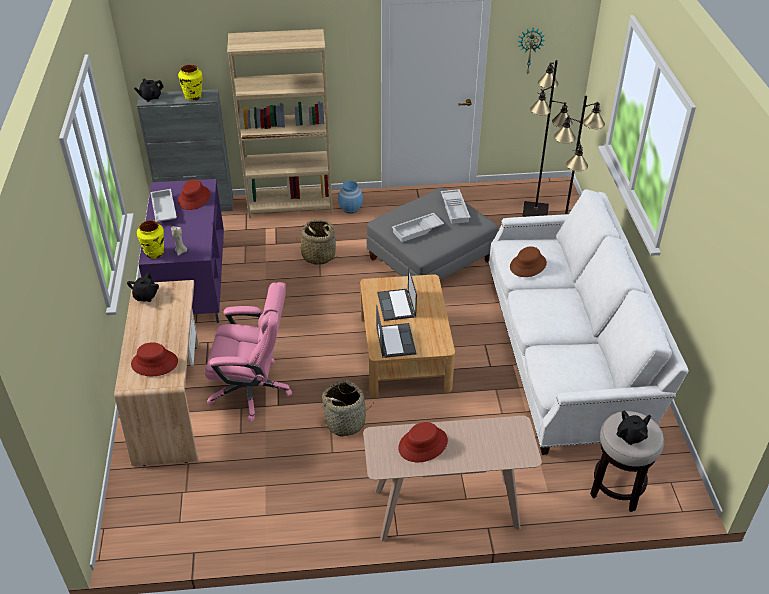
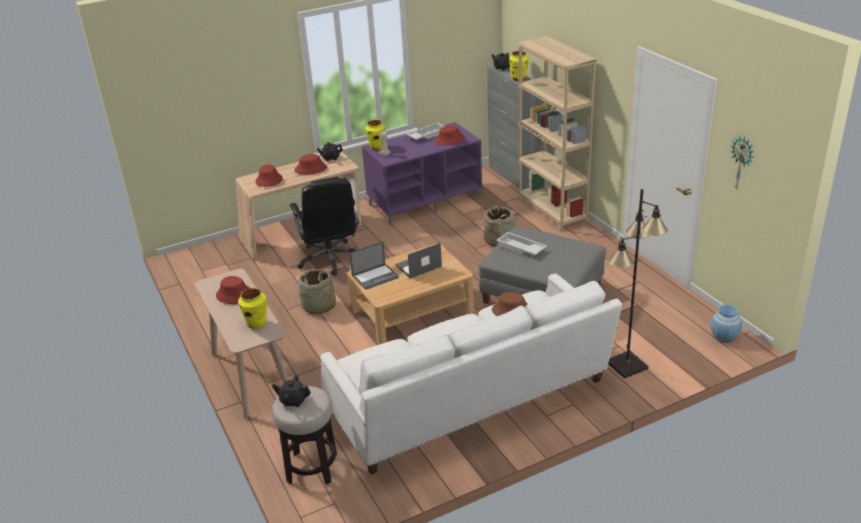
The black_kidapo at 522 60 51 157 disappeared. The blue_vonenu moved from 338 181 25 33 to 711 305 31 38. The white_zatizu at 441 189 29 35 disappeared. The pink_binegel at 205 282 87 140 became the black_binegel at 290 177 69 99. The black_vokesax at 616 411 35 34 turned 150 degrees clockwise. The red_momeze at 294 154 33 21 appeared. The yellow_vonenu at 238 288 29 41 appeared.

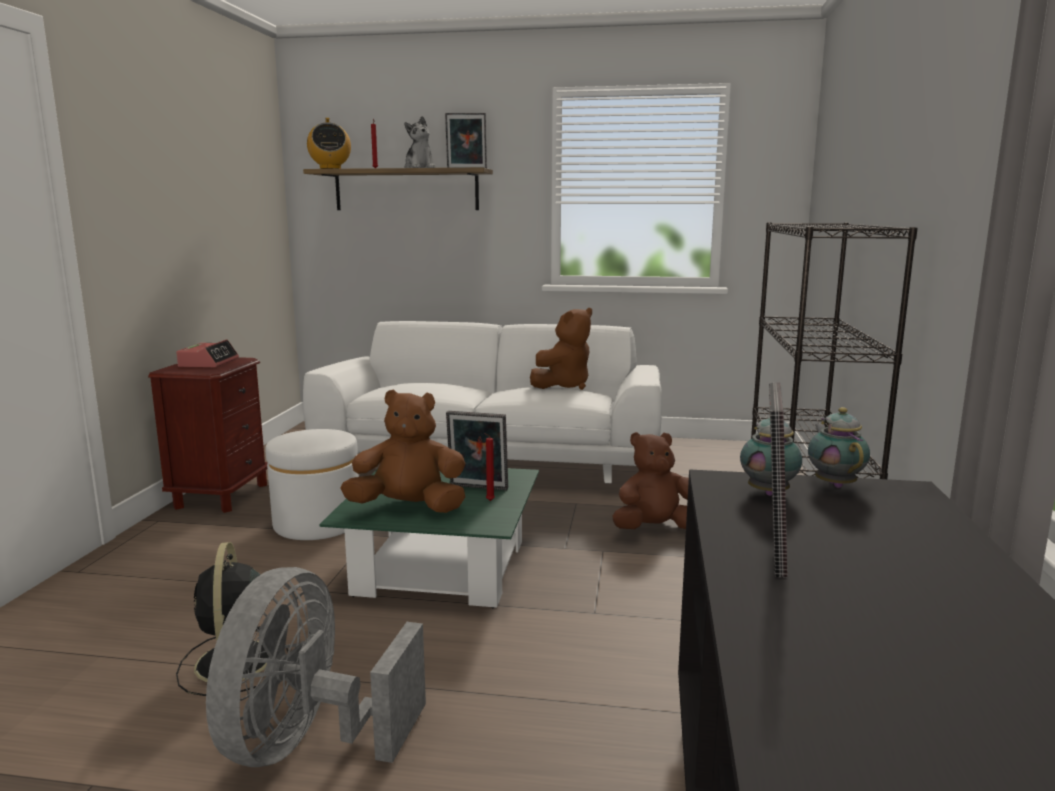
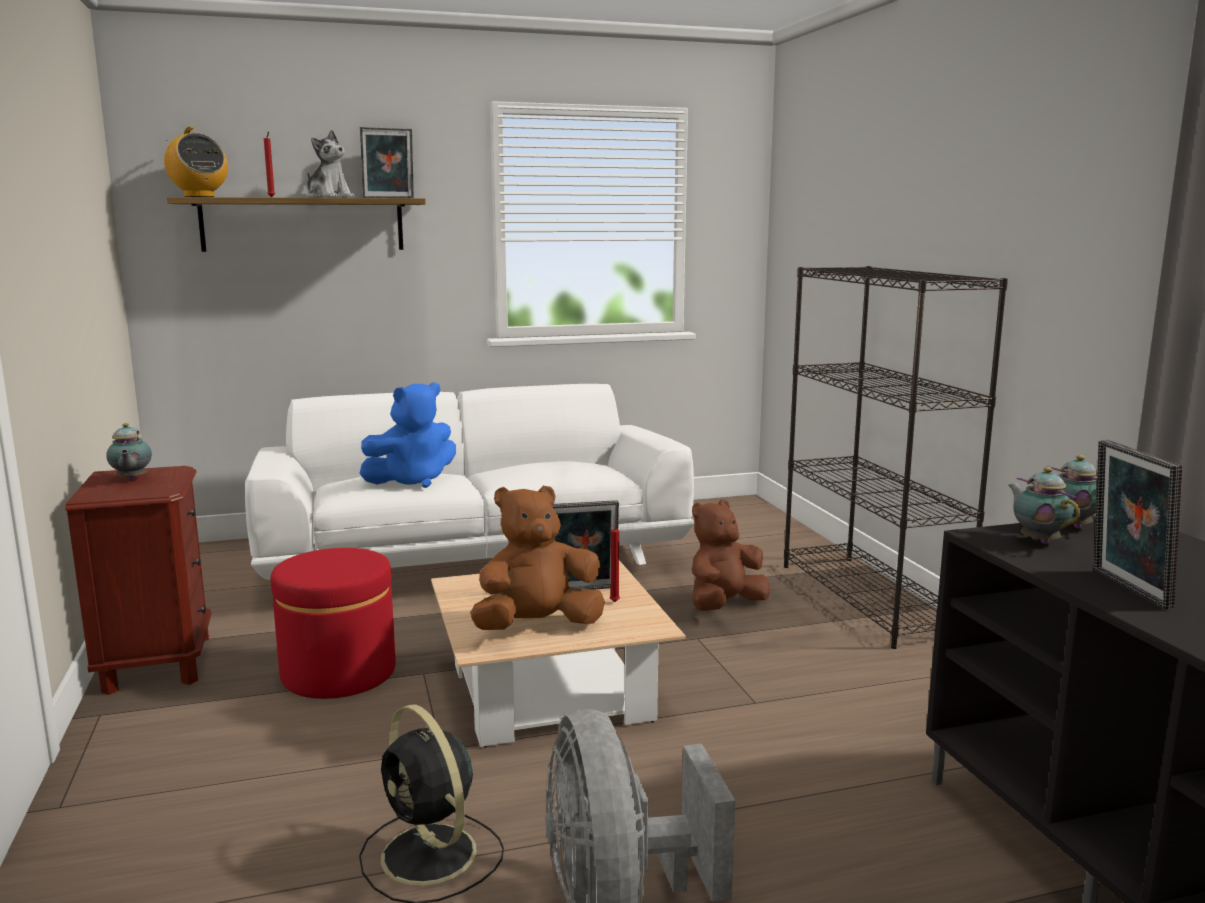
The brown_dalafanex at 530 308 62 82 disappeared. The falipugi at 176 339 63 28 was replaced by the vokesax at 106 423 46 57. The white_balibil at 265 429 94 111 became the red_balibil at 271 548 125 151. The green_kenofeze at 319 467 220 141 became the beige_kenofeze at 431 560 255 188. The blue_dalafanex at 359 382 97 106 appeared.

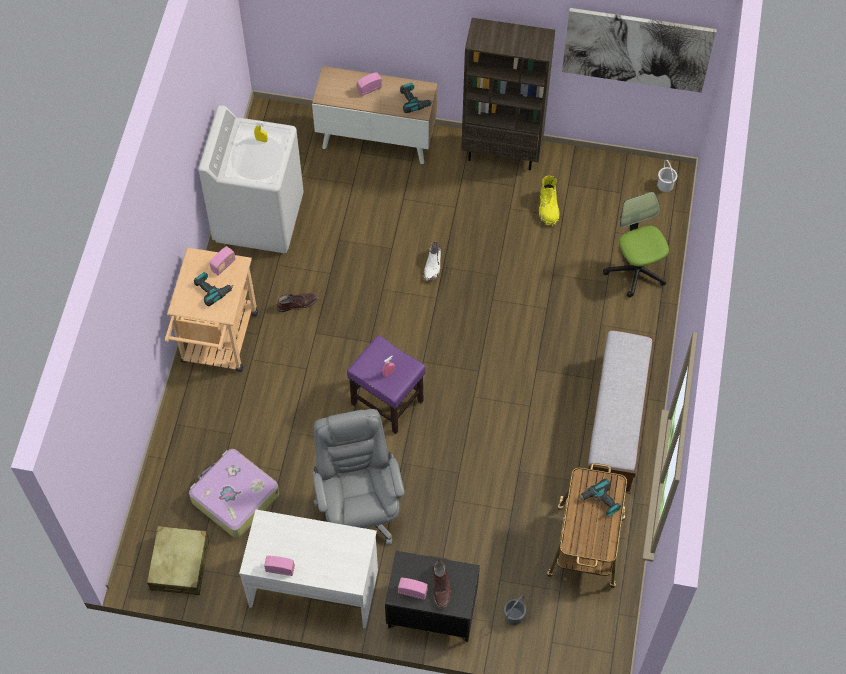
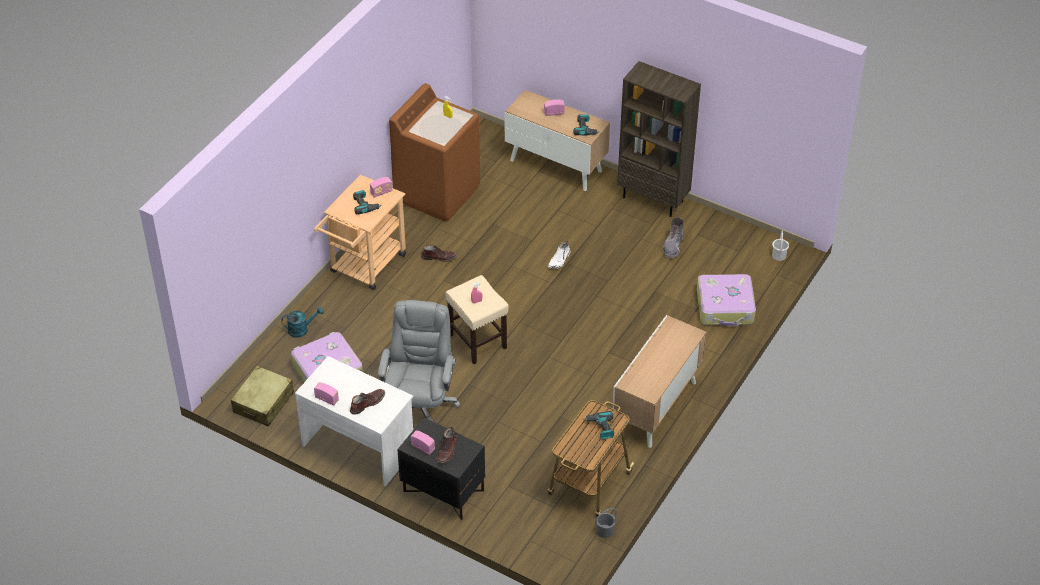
The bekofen at 562 8 155 85 disappeared. The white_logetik at 198 105 106 148 became the brown_logetik at 389 83 91 139. The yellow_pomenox at 539 176 21 50 became the grey_pomenox at 663 217 21 42. The binegel at 603 192 66 106 was replaced by the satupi at 697 274 59 52. The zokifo at 586 329 68 165 was replaced by the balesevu at 612 315 95 133. The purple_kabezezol at 347 335 79 99 became the beige_kabezezol at 445 275 63 89. The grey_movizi moved from 504 595 22 30 to 595 508 22 30. The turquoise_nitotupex at 282 307 42 31 appeared. The brown_pomenox at 350 389 35 26 appeared.

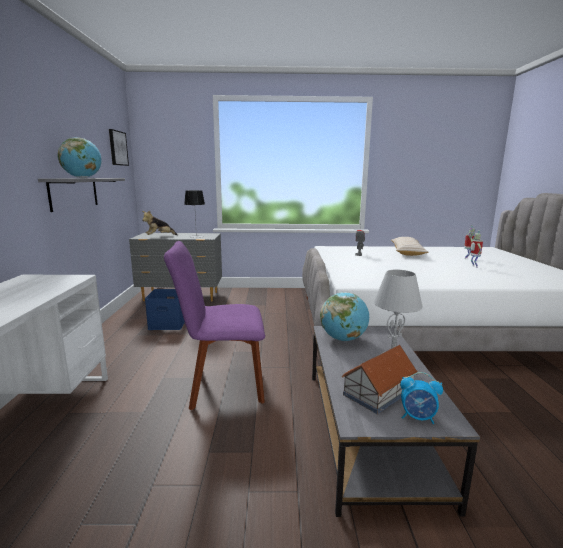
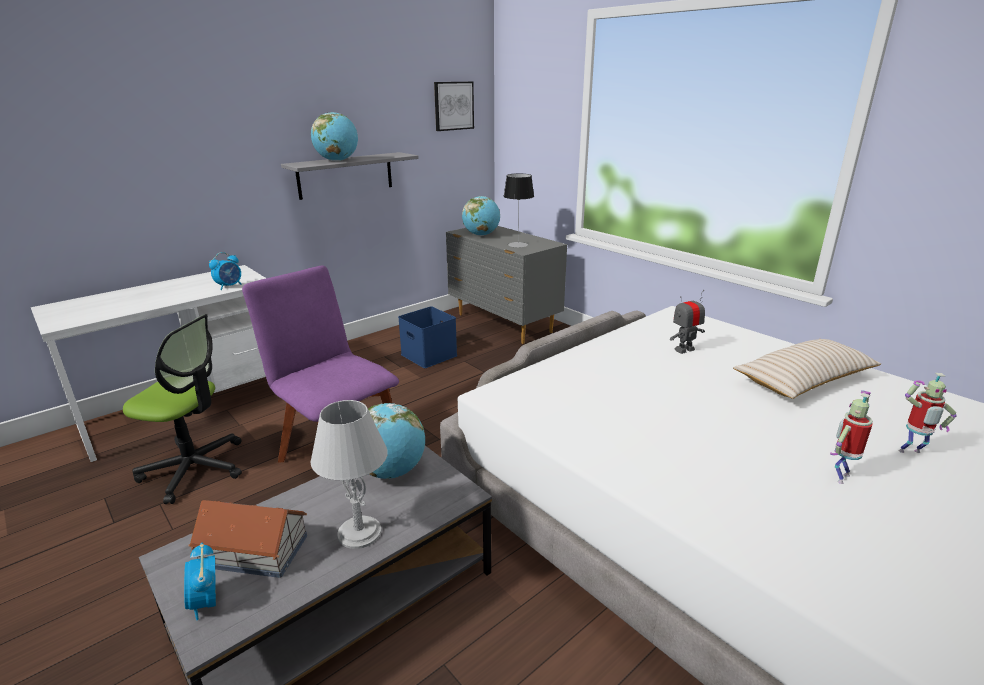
The dalafanex at 142 210 35 25 was replaced by the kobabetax at 462 196 38 40. The falipugi at 209 252 33 38 appeared. The binegel at 123 314 119 190 appeared.

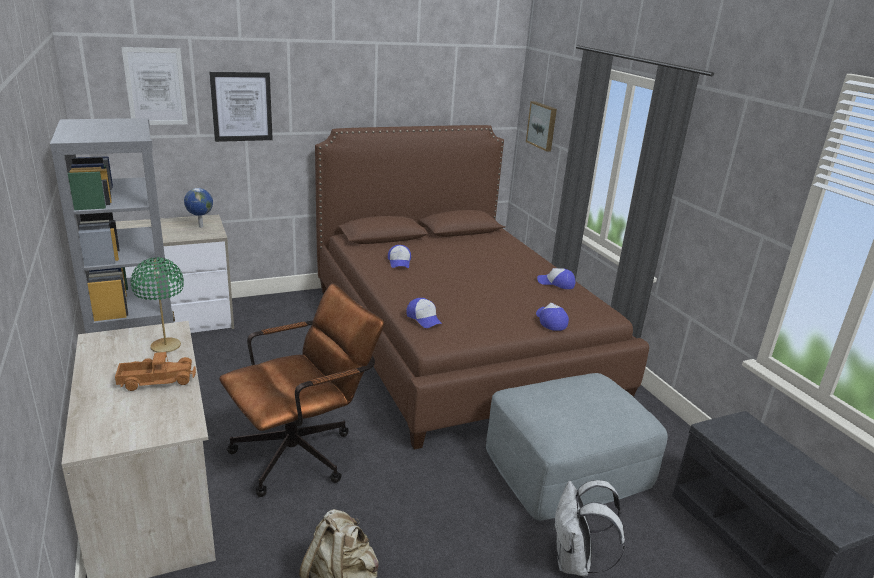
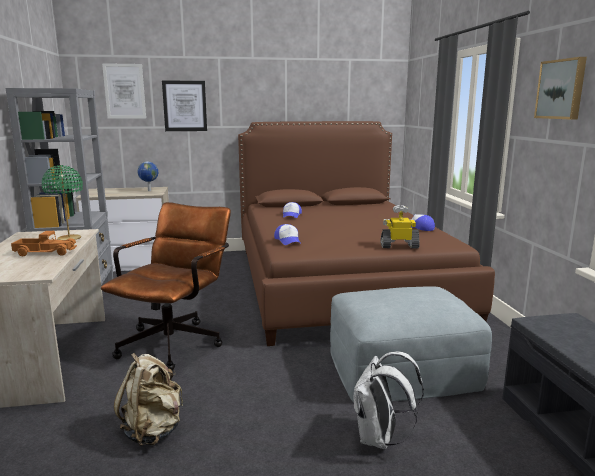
The bekofen moved from 526 101 31 51 to 534 57 53 63. The brown_binegel at 219 283 165 214 turned 45 degrees counterclockwise. The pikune at 536 303 33 28 was replaced by the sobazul at 380 205 40 43.

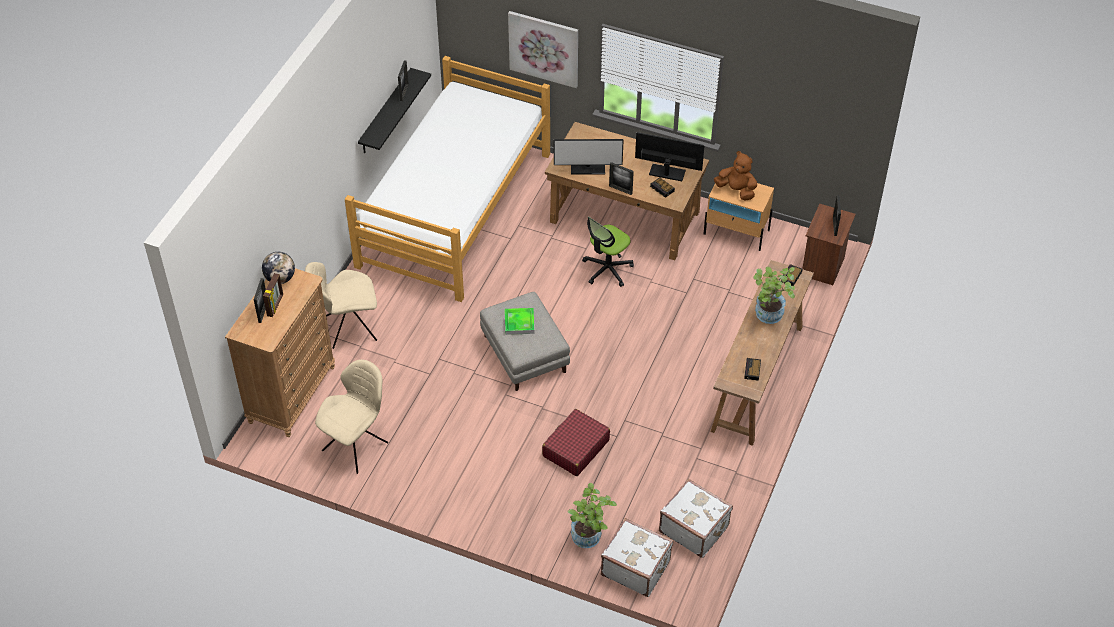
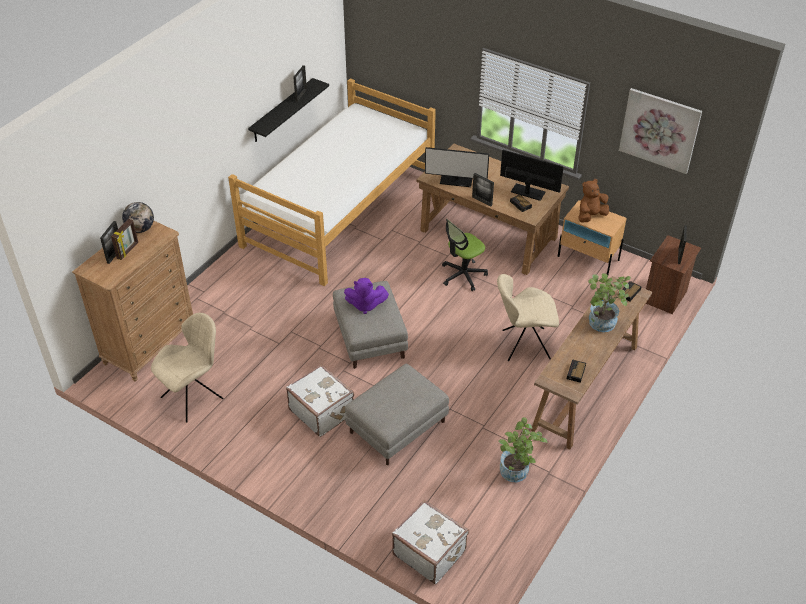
The bekofen moved from 508 11 70 77 to 619 88 83 86. The brown_dalafanex at 714 151 43 50 turned 75 degrees counterclockwise. The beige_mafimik moved from 305 262 72 87 to 497 274 62 87. The zatizu at 505 308 29 27 was replaced by the purple_dalafanex at 344 278 45 36. The red_satupi at 542 409 68 67 was replaced by the grey_balibil at 345 364 104 101. The white_satupi moved from 659 479 74 79 to 286 364 68 73. The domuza moved from 567 483 50 65 to 498 417 49 65.

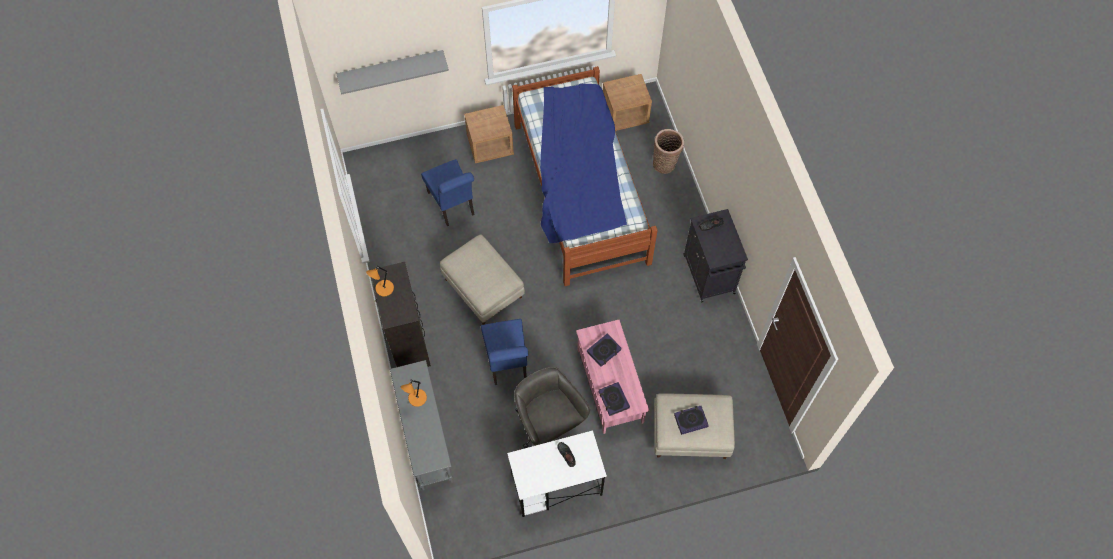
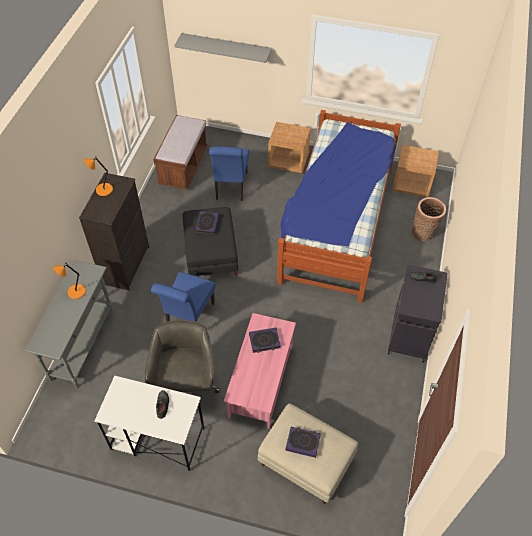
The beige_balibil at 440 235 85 90 became the black_balibil at 182 207 56 69. The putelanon moved from 598 382 32 34 to 195 211 24 24. The brown_zokifo at 153 115 55 75 appeared.

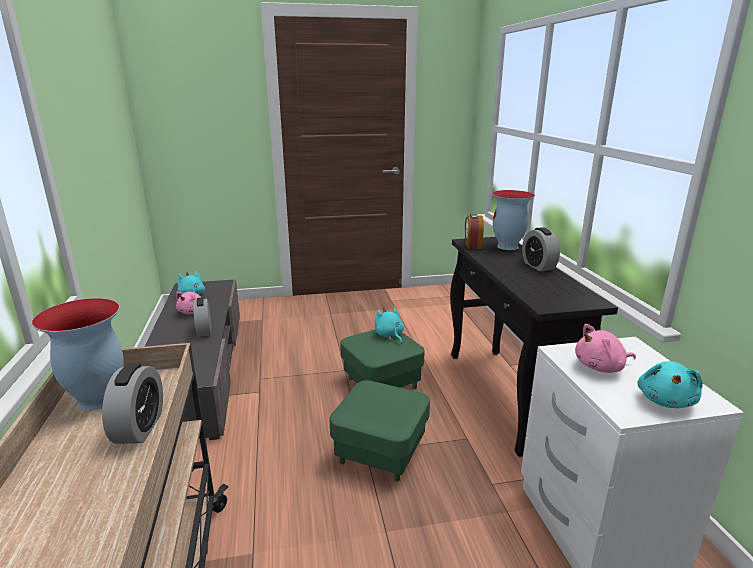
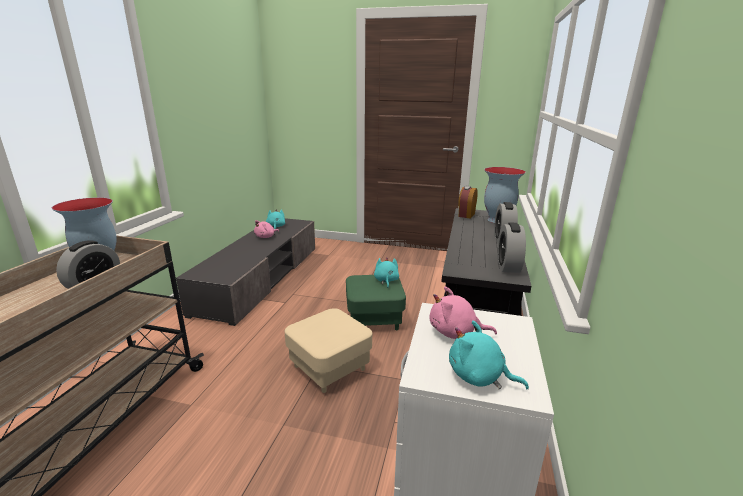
The falipugi moved from 193 297 18 40 to 497 222 29 51. The turquoise_dalafanex at 637 361 66 47 turned 75 degrees clockwise. The green_balibil at 330 380 100 101 became the beige_balibil at 285 308 87 85.

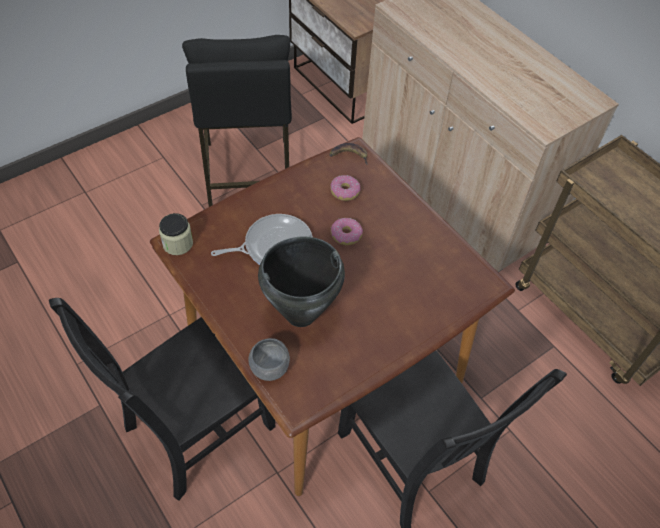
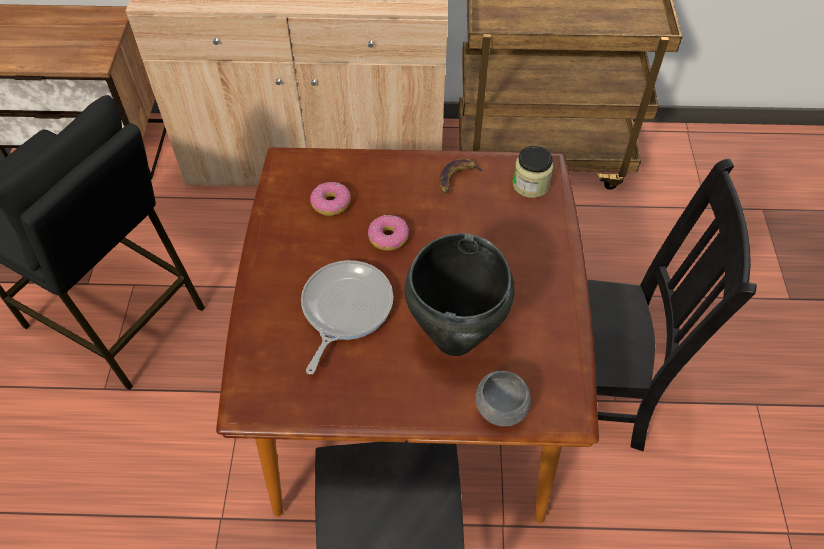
The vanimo moved from 329 143 39 22 to 439 158 45 36. The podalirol moved from 159 213 34 42 to 513 146 40 52.

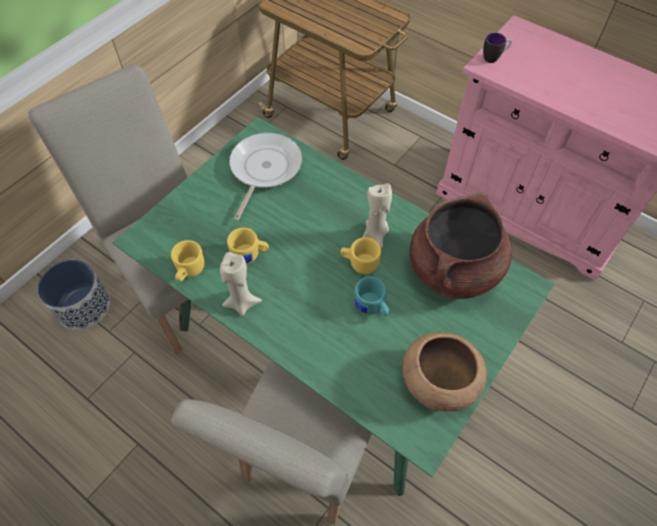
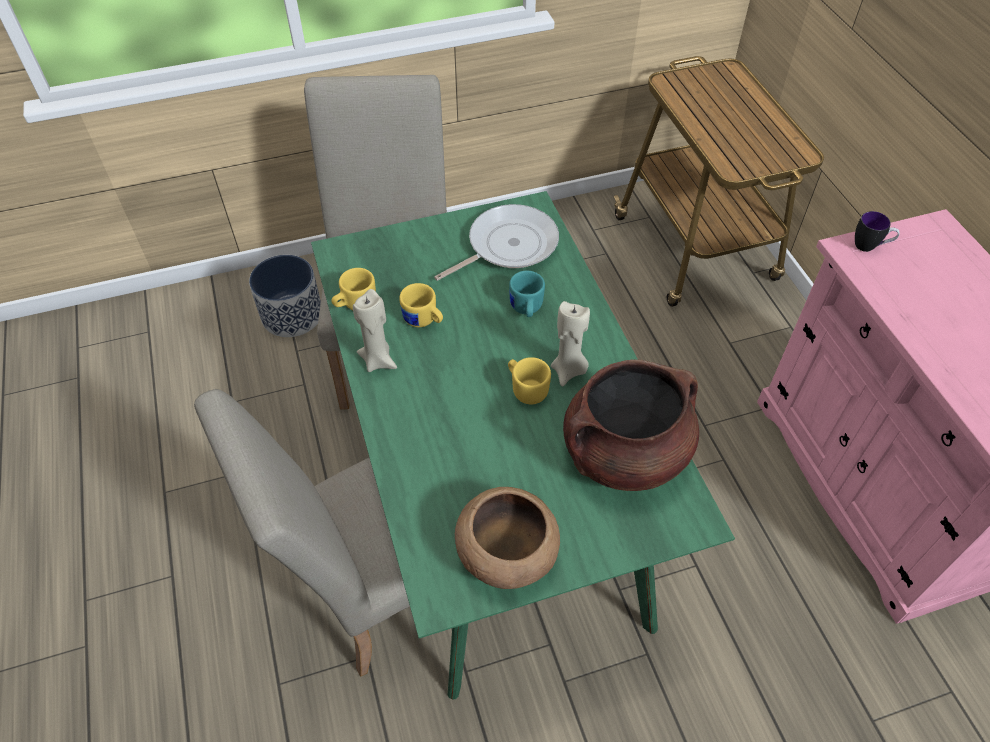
The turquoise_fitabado moved from 354 276 35 40 to 509 271 36 46.

